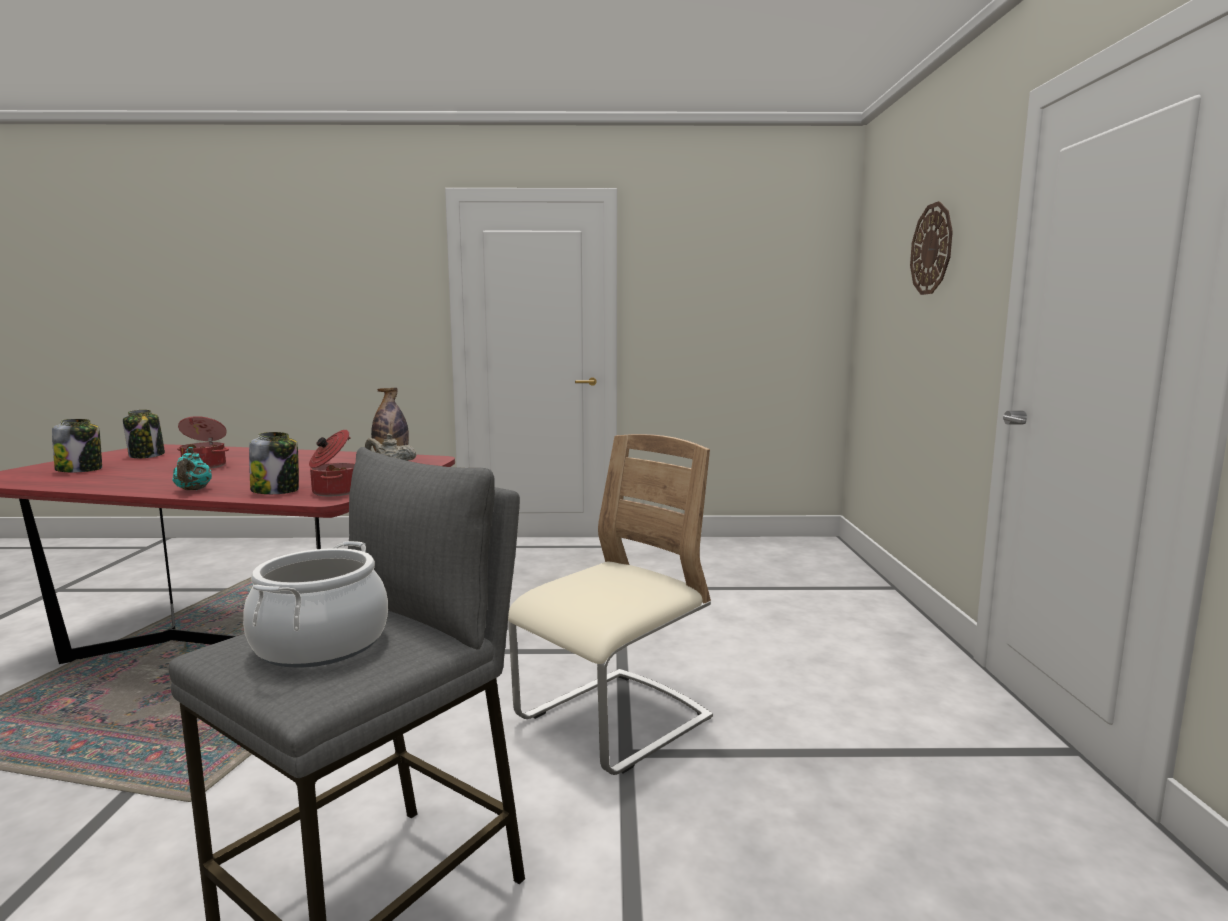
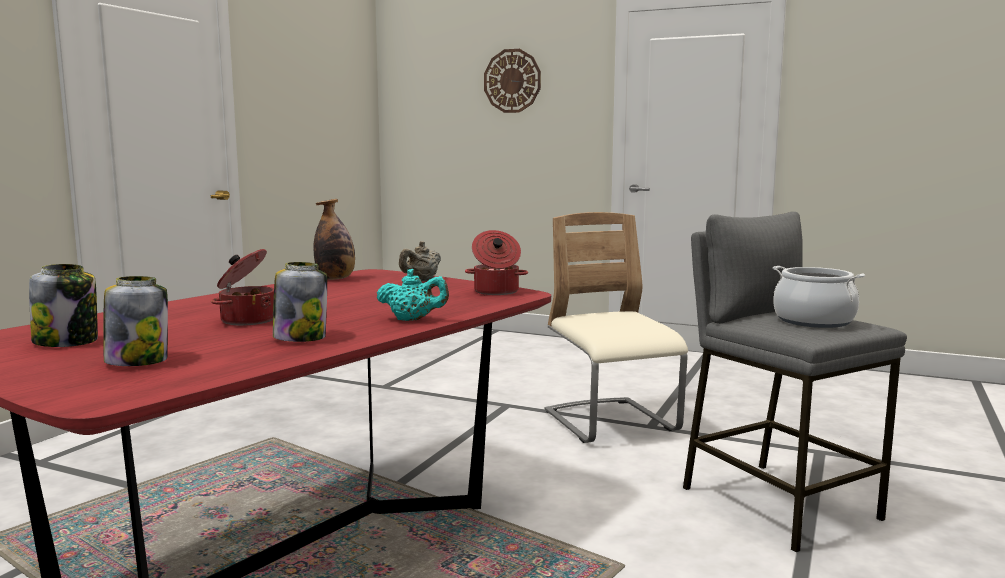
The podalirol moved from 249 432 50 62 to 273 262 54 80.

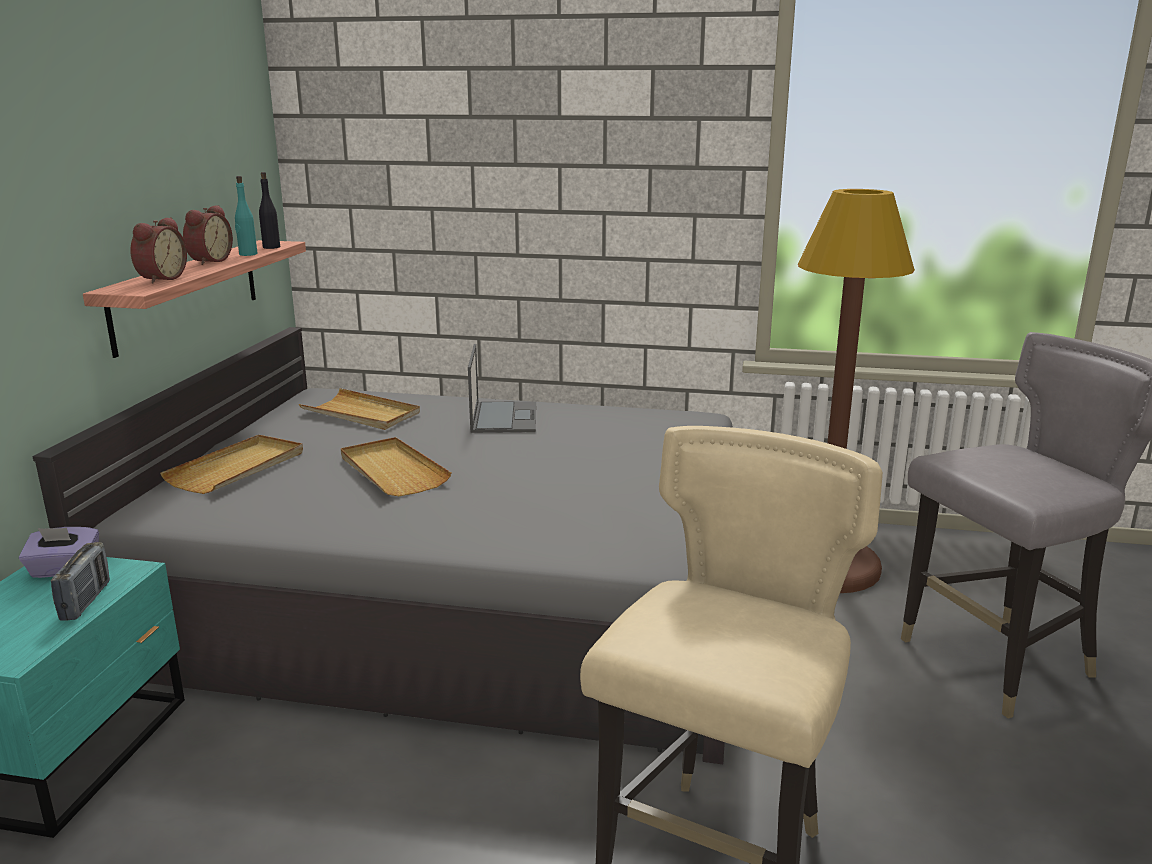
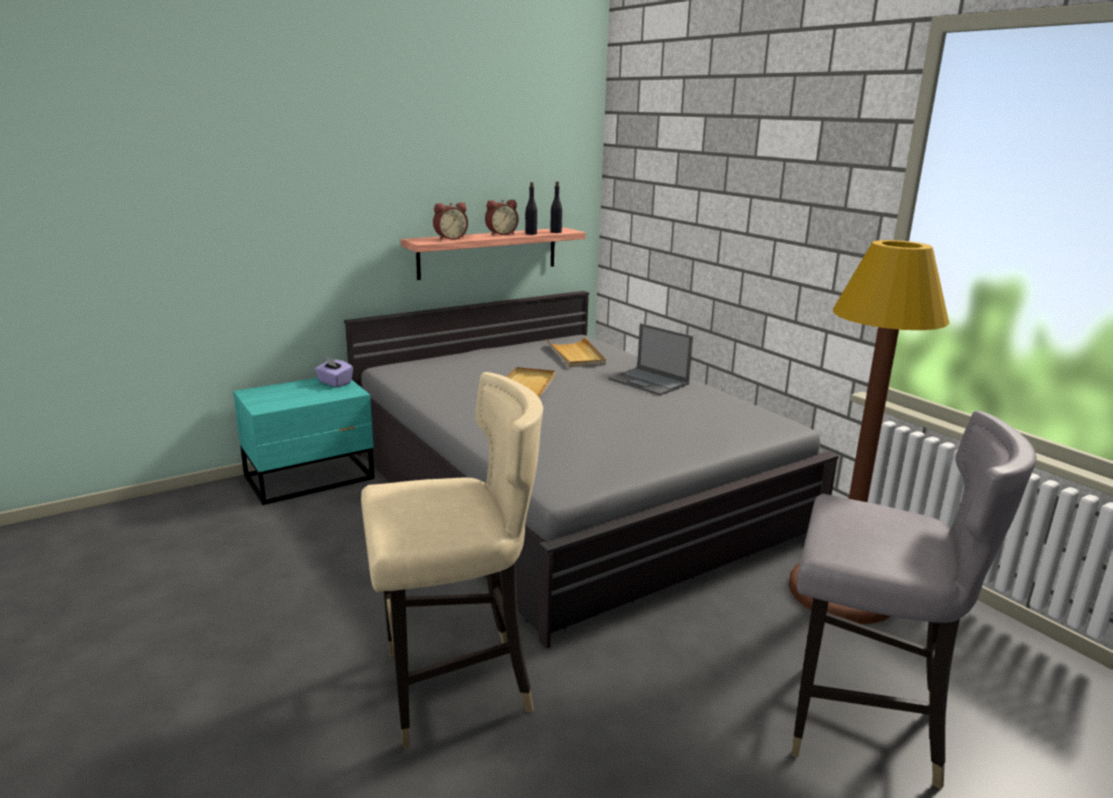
The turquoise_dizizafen at 235 176 22 80 became the black_dizizafen at 525 182 12 53. The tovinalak at 468 344 68 89 turned 90 degrees clockwise. The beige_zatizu at 160 435 143 59 disappeared. The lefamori at 51 542 59 79 disappeared.

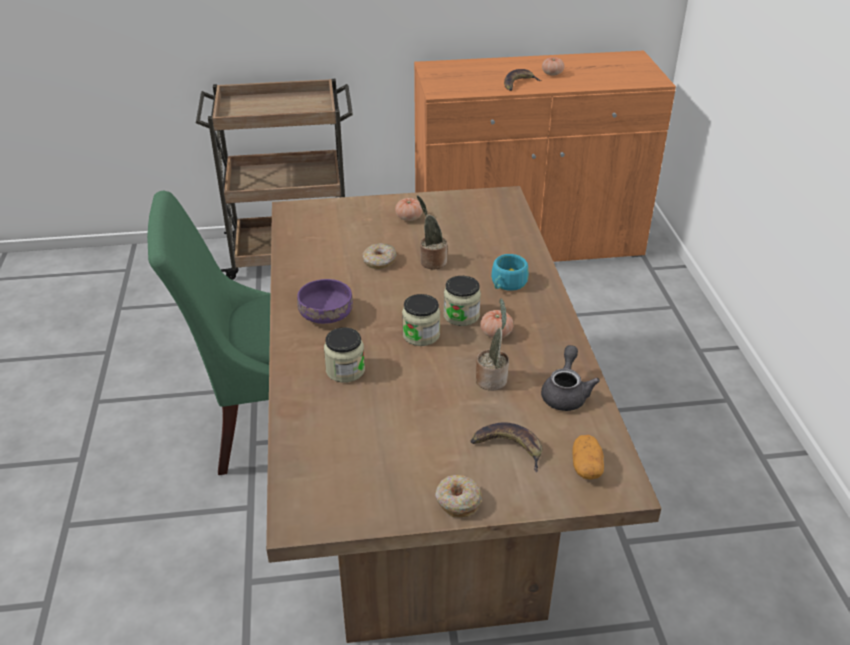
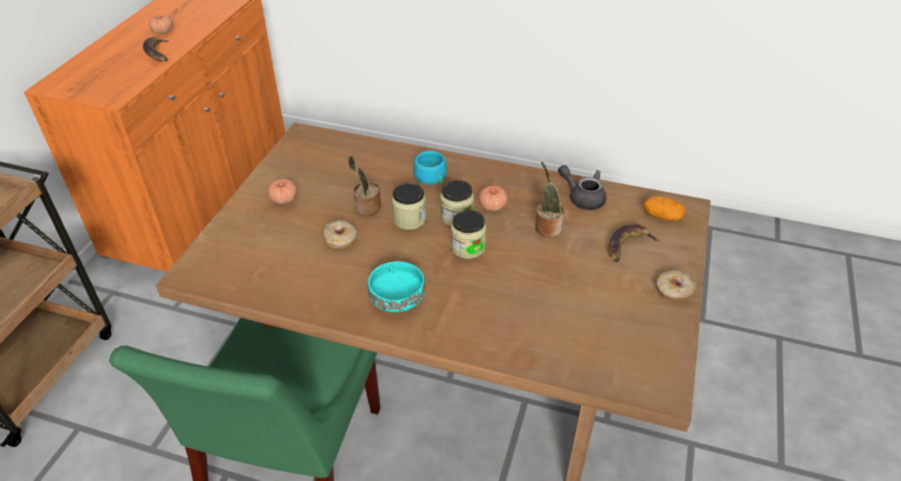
The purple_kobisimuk at 297 279 56 45 became the turquoise_kobisimuk at 368 261 57 51. The podalirol moved from 324 327 41 56 to 392 183 34 47.

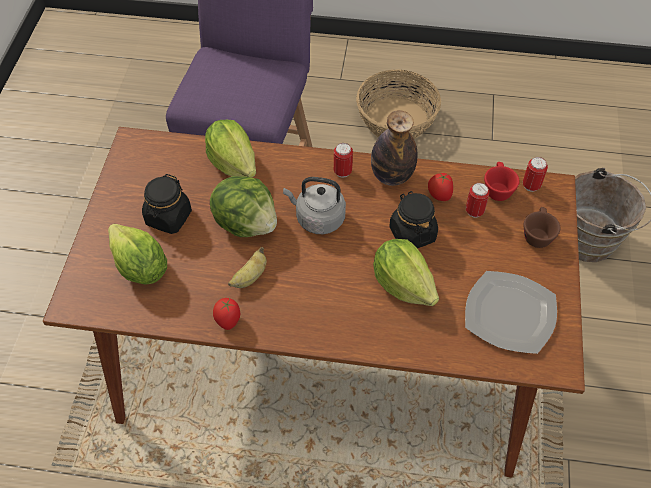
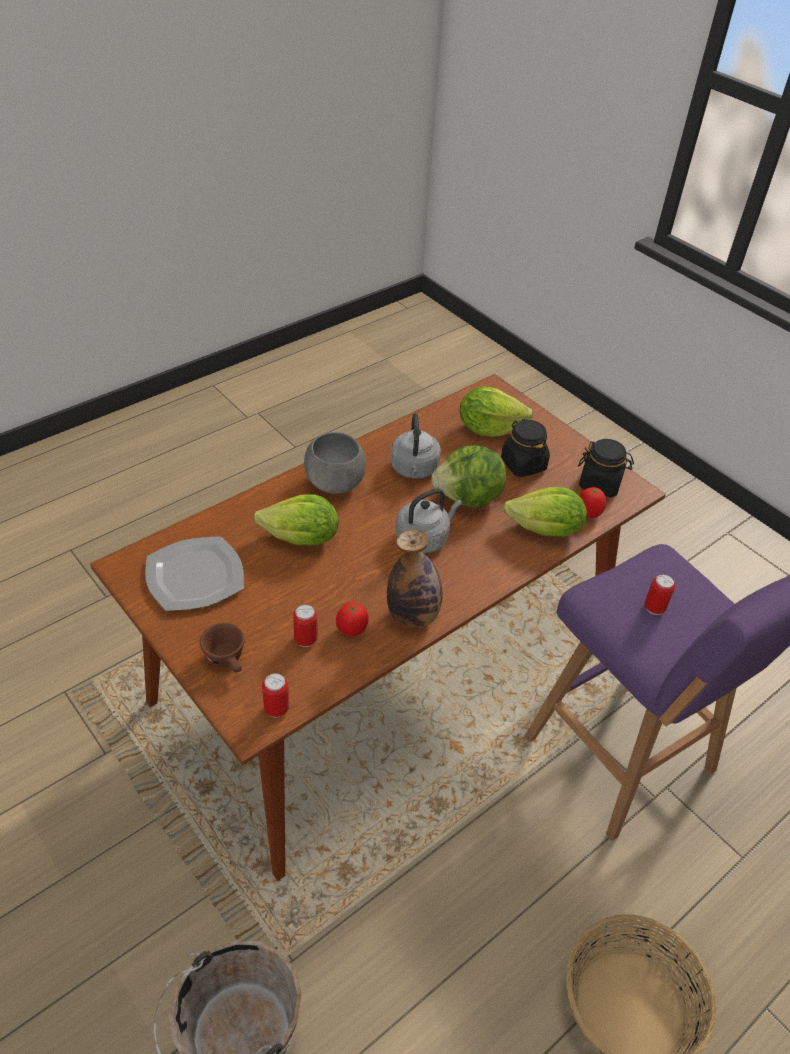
The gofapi moved from 334 143 19 34 to 645 574 30 41. The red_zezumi at 484 162 36 39 disappeared. The black_podalirol moved from 389 191 49 57 to 578 439 56 58. The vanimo at 228 247 39 41 was replaced by the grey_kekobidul at 390 413 51 66. The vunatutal moved from 213 298 27 32 to 579 487 27 31. The grey_kobisimuk at 304 432 62 62 appeared.

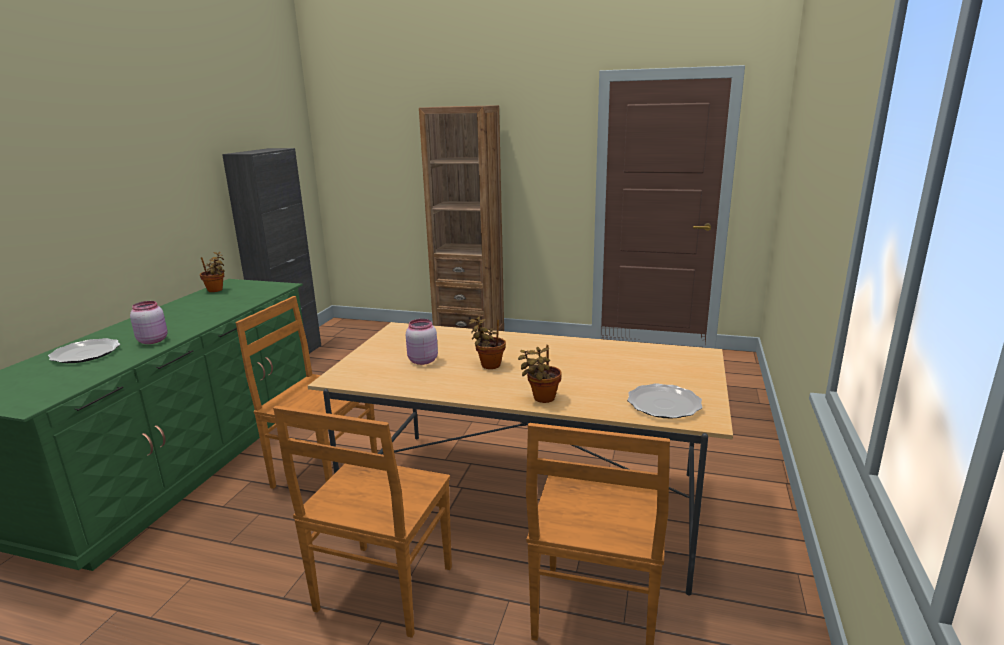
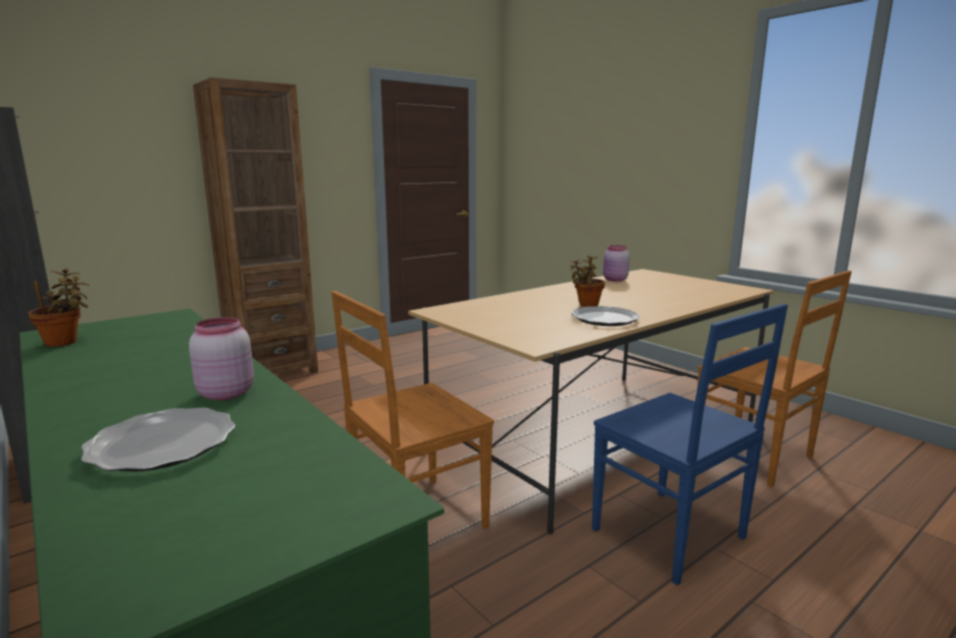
The pink_podalirol moved from 406 319 32 46 to 603 245 27 37. The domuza at 518 345 44 58 disappeared. The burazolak moved from 627 383 76 36 to 571 306 69 20. The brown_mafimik at 273 406 179 232 became the blue_mafimik at 592 304 196 281.

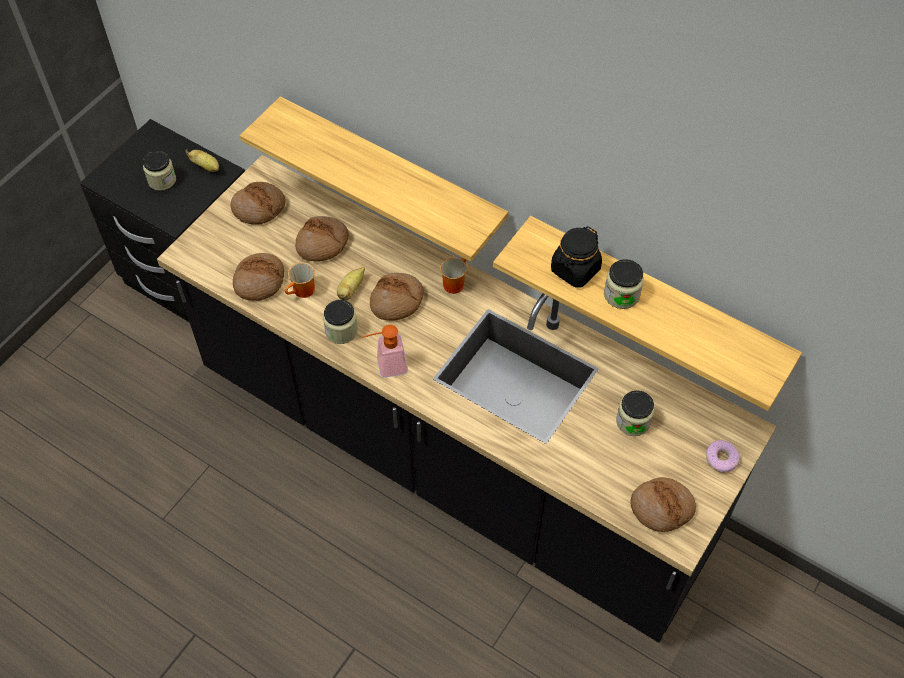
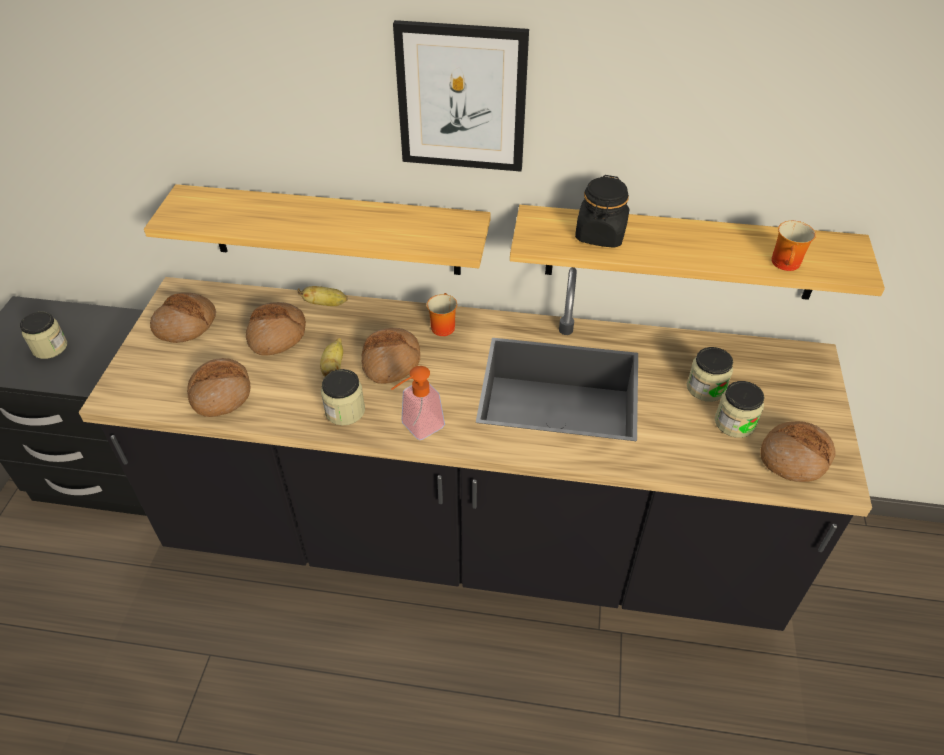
The vanimo moved from 185 149 34 23 to 297 286 51 20. The podalirol moved from 604 259 40 50 to 715 381 49 57. The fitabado moved from 285 262 30 36 to 771 221 45 50. The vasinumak at 706 440 34 33 disappeared. The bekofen at 393 20 136 152 appeared.

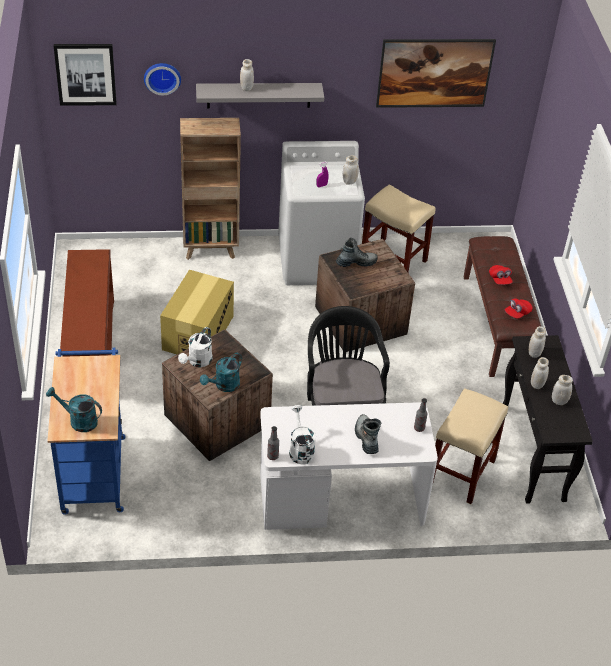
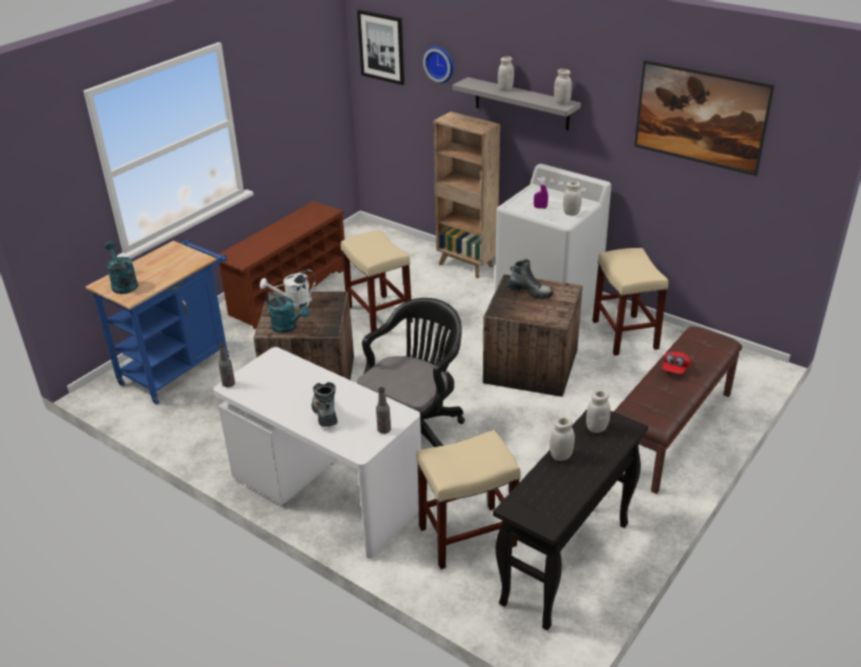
The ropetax at 160 270 74 84 was replaced by the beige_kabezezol at 341 230 72 102. The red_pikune at 505 298 27 21 disappeared. The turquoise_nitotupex at 200 353 42 39 turned 135 degrees counterclockwise. The white_podalirol moved from 552 375 21 30 to 554 69 18 35. The white_nitotupex at 289 405 27 60 disappeared. The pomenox at 355 414 26 40 turned 45 degrees counterclockwise.

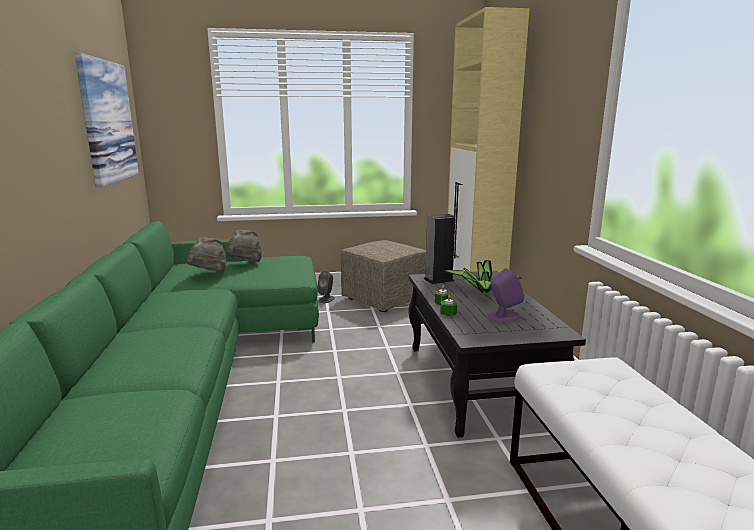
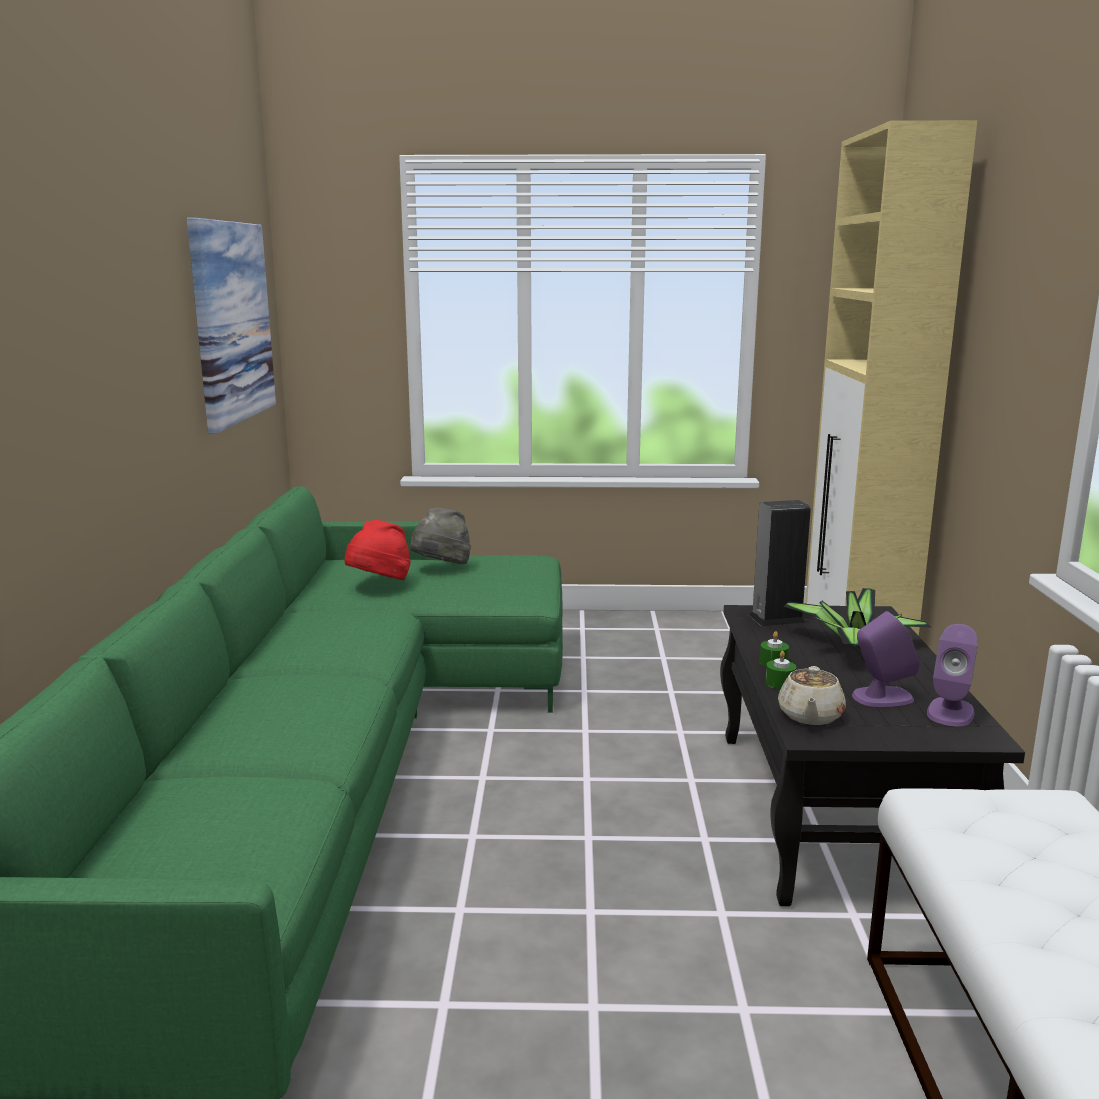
The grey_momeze at 187 237 40 35 became the red_momeze at 344 520 67 60. The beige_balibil at 341 240 85 72 disappeared. The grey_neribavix at 317 271 18 32 disappeared. The purple_neribavix at 927 624 51 103 appeared. The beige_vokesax at 778 666 68 59 appeared.

